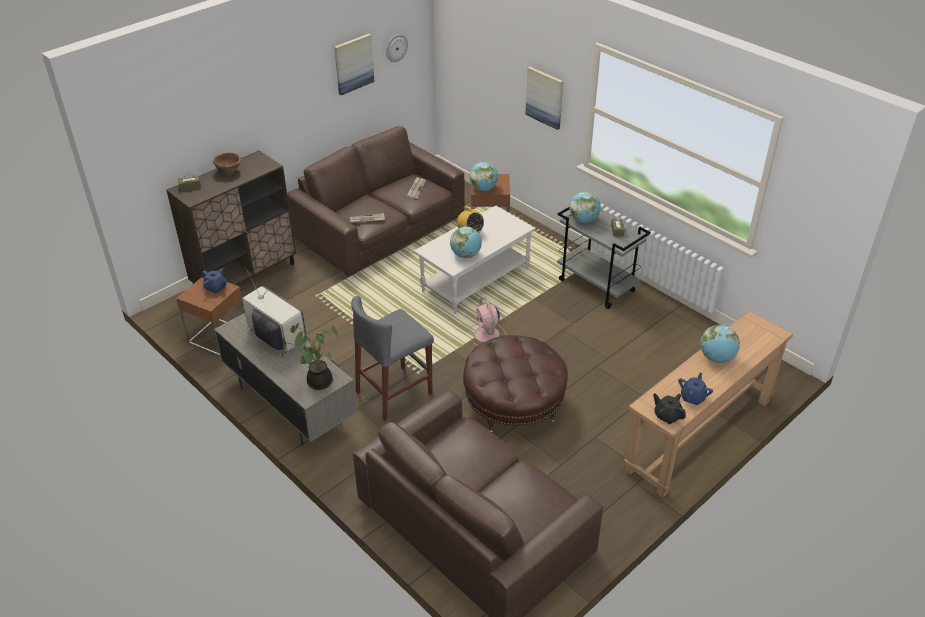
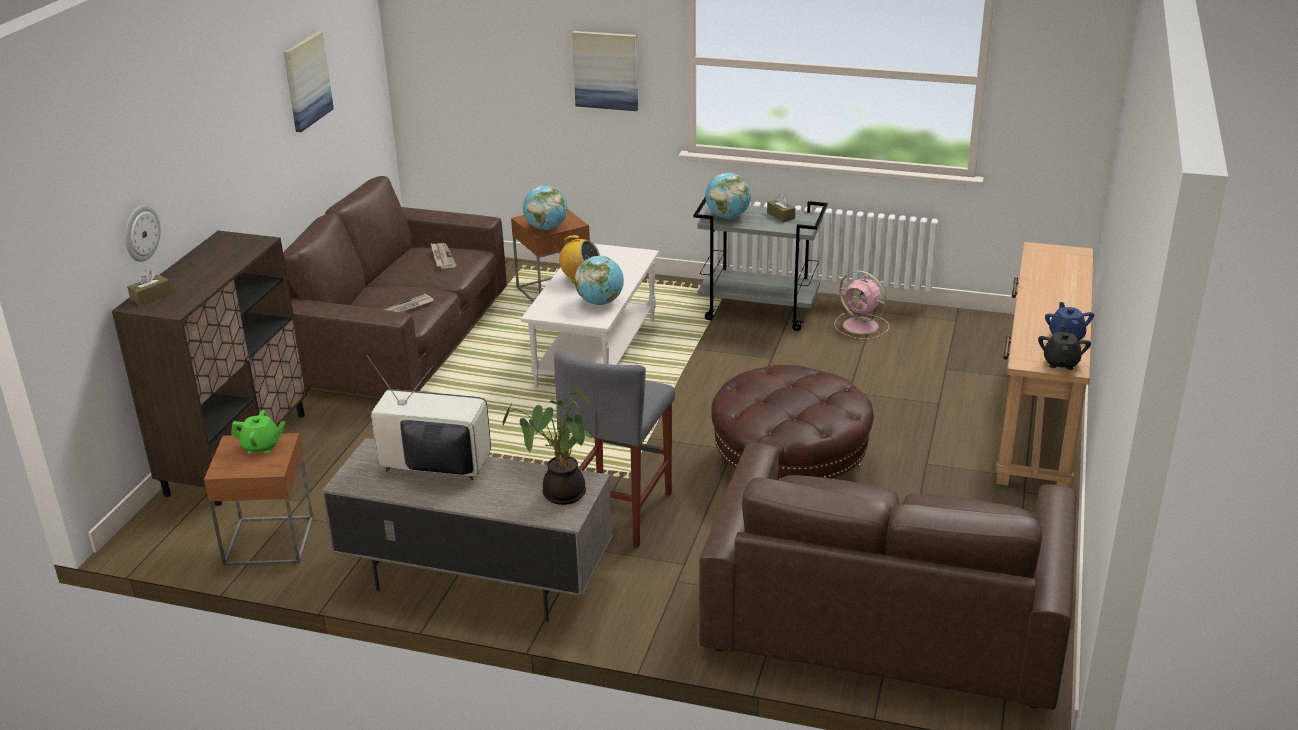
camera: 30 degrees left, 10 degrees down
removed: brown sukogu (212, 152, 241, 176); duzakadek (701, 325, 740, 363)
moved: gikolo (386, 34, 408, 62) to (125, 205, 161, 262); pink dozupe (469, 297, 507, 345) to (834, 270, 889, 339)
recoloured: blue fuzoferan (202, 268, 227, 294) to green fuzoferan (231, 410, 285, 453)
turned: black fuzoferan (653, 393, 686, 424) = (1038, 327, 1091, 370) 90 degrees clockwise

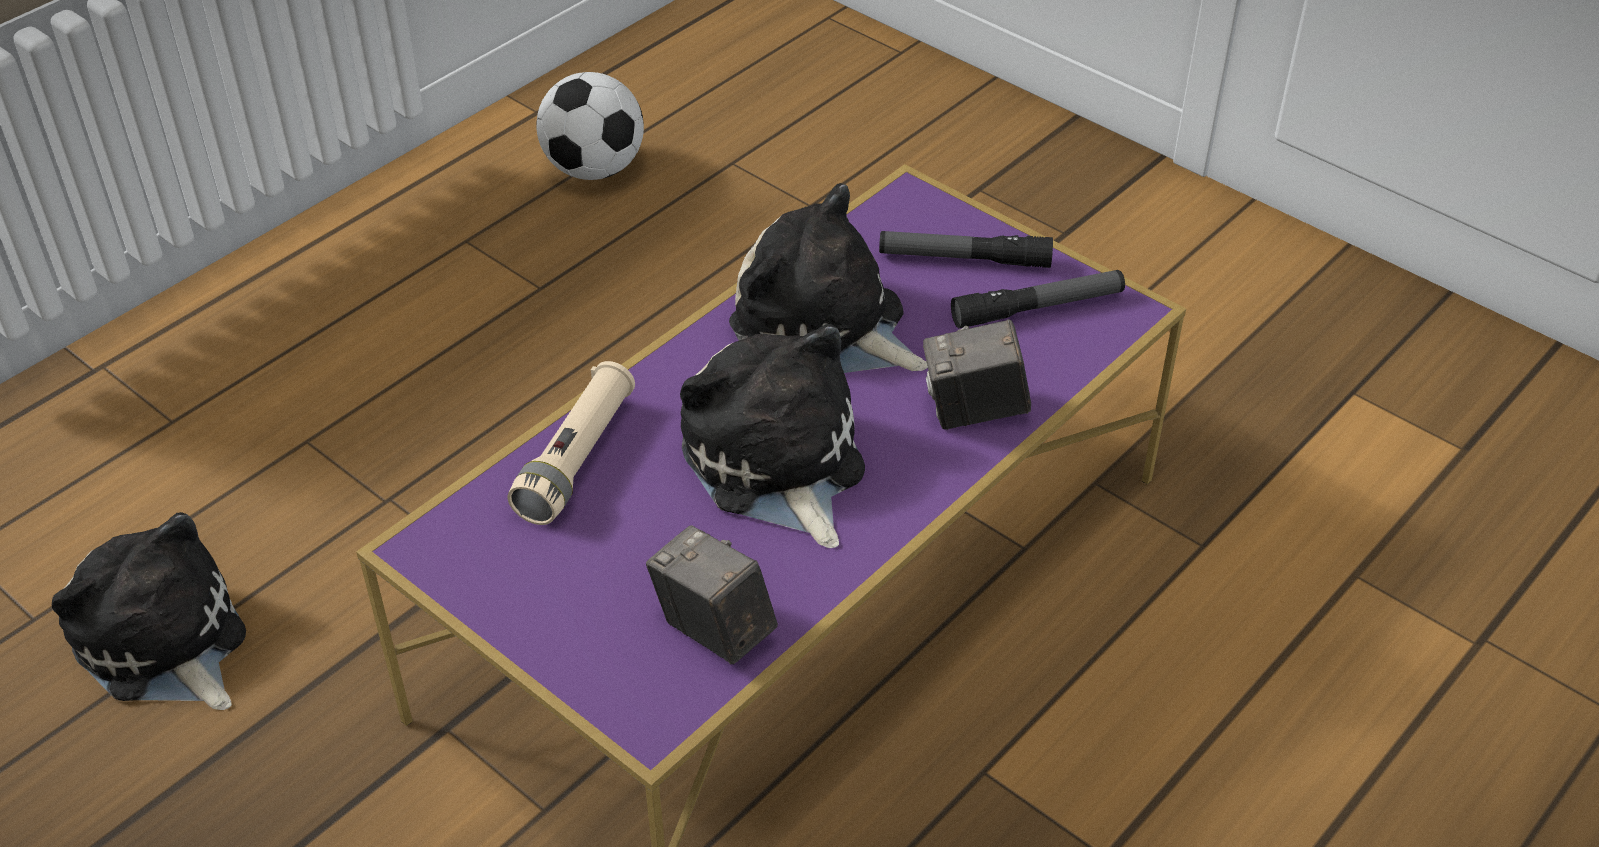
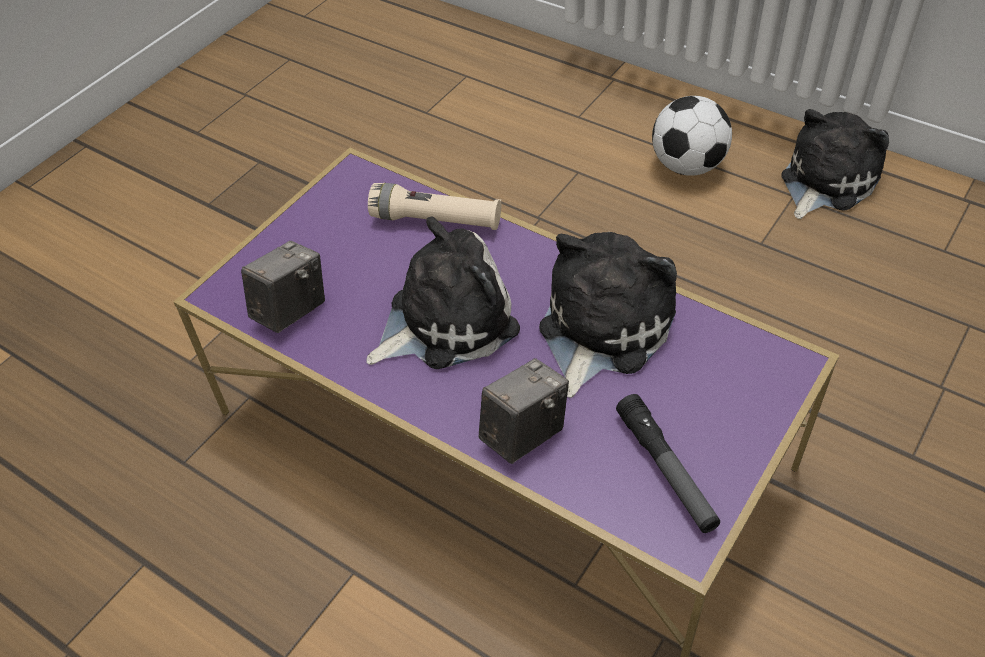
camera: 85 degrees right, 5 degrees up
removed: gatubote (879, 231, 1053, 268)
moved: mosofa (52, 512, 246, 710) to (781, 109, 889, 219); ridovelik (536, 72, 644, 180) to (652, 96, 732, 176)
turned: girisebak (923, 319, 1031, 430) = (479, 358, 569, 464) 60 degrees clockwise

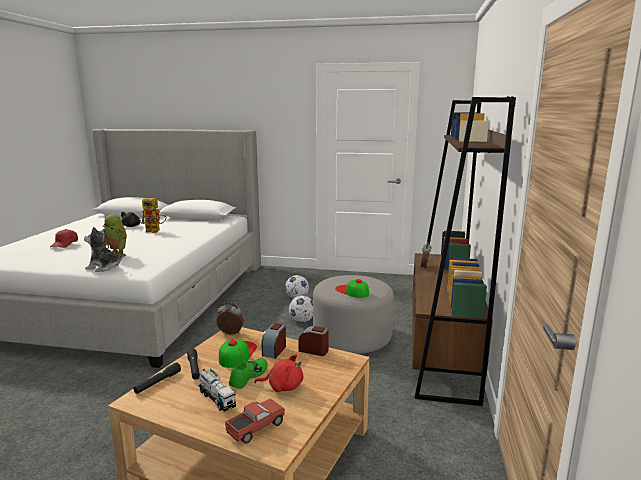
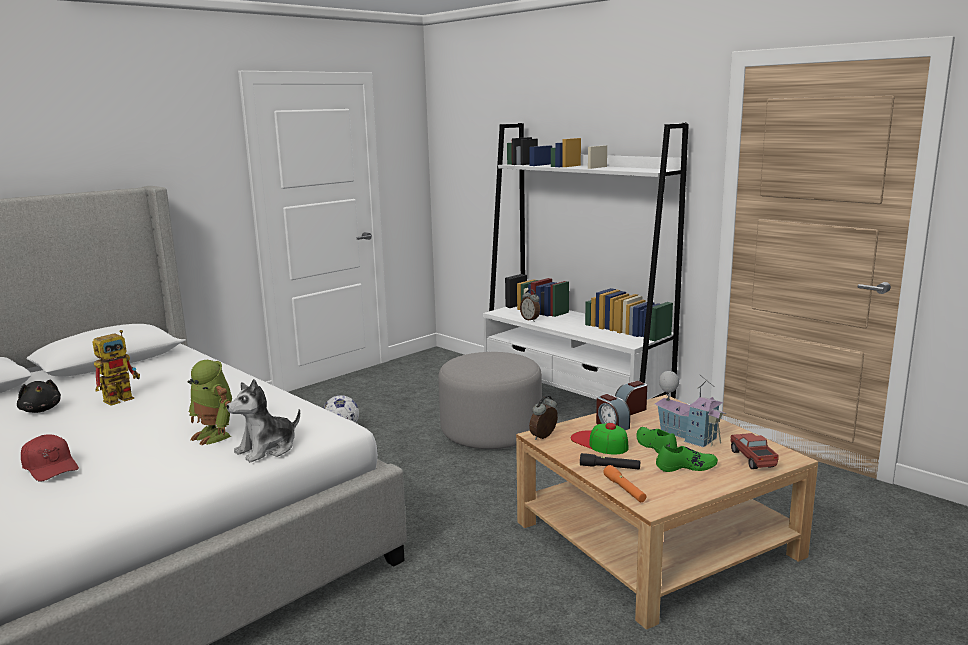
camera: 55 degrees left, 0 degrees up
removed: ridovelik (289, 295, 313, 322); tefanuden (335, 279, 369, 298)
replaced: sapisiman (198, 368, 236, 412) to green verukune (656, 446, 718, 472); red mosofa (254, 354, 303, 392) to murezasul (655, 371, 727, 448)
recoloured: black gatubote (133, 362, 181, 394) to orange gatubote (603, 465, 646, 502); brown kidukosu (413, 96, 516, 406) to white kidukosu (483, 122, 689, 400)
turned: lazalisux (103, 214, 127, 258) = (188, 360, 232, 445) 60 degrees clockwise

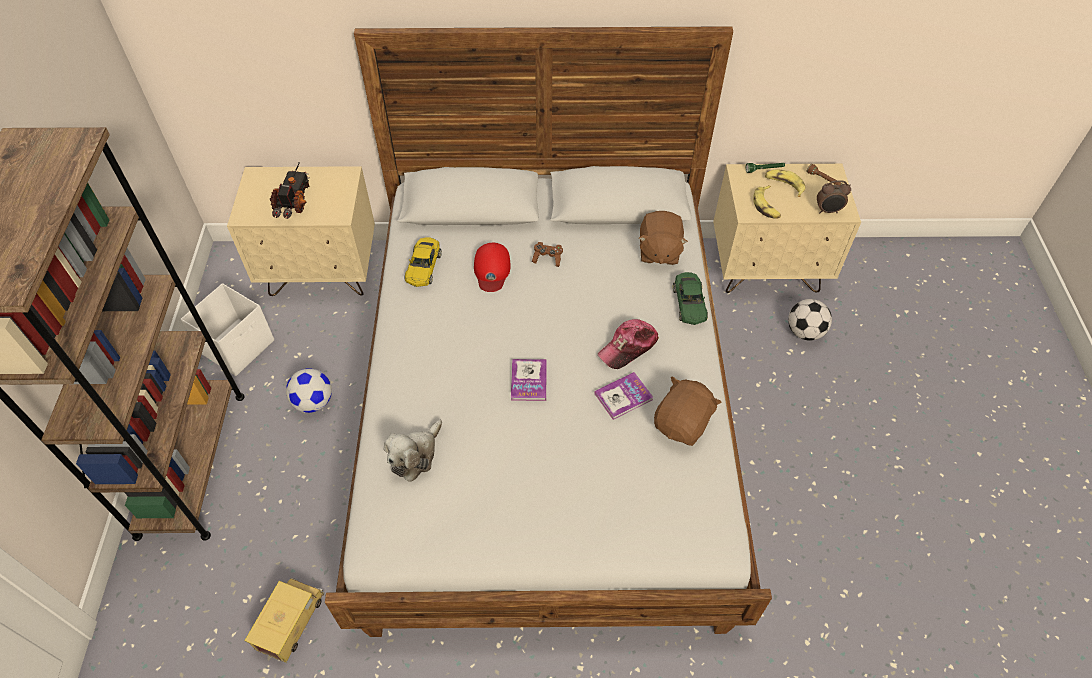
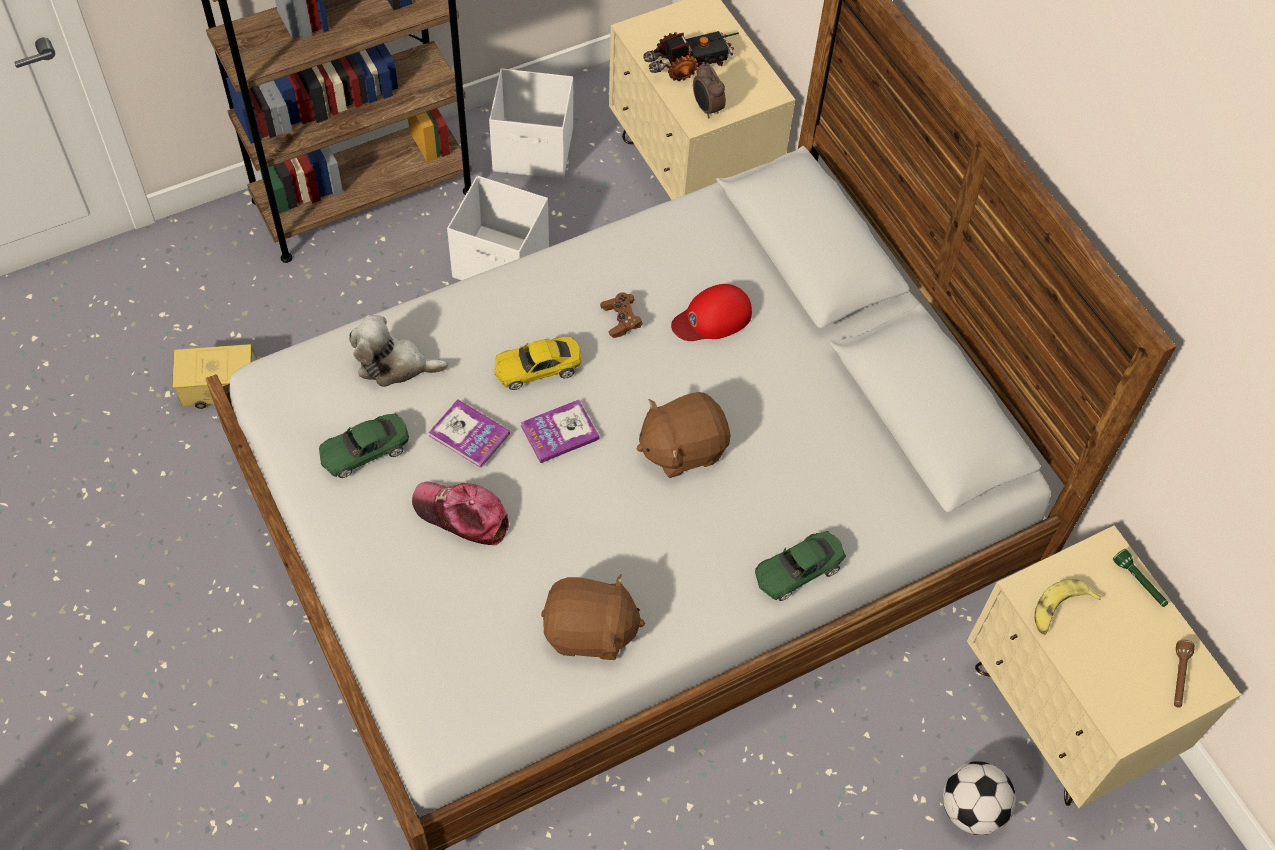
camera: 60 degrees right, 5 degrees up
removed: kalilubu (765, 170, 805, 197)
added: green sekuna (319, 414, 409, 478)
moved: yellow sekuna (405, 237, 442, 287) to (495, 337, 581, 390); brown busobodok (532, 242, 563, 267) to (600, 292, 643, 338); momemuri (594, 372, 653, 420) to (428, 399, 510, 468); tefanuden (598, 319, 659, 369) to (412, 482, 509, 545); brown mosofa (639, 211, 688, 265) to (637, 392, 731, 478); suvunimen (817, 180, 851, 213) to (693, 62, 726, 119)
replaced: ridovelik (286, 368, 332, 413) to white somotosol (447, 175, 549, 280)

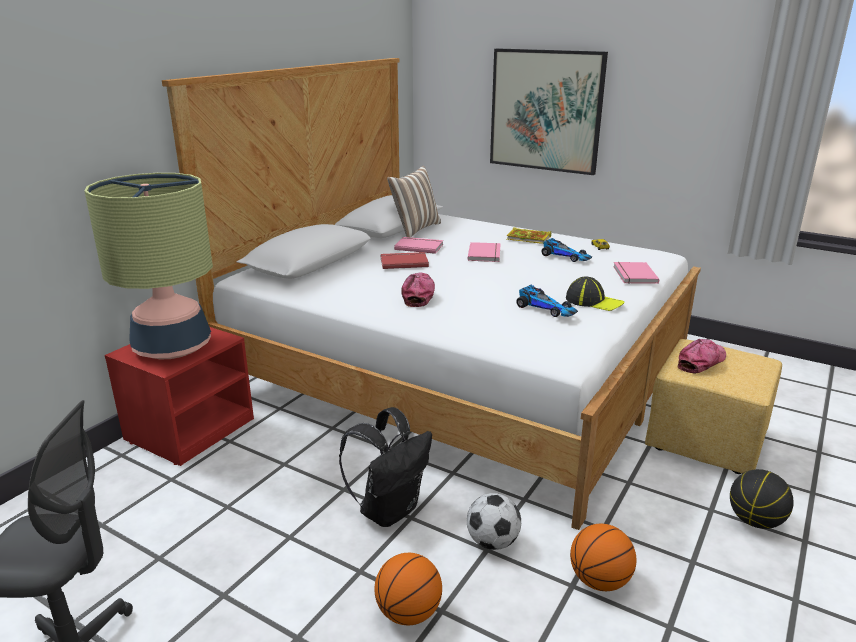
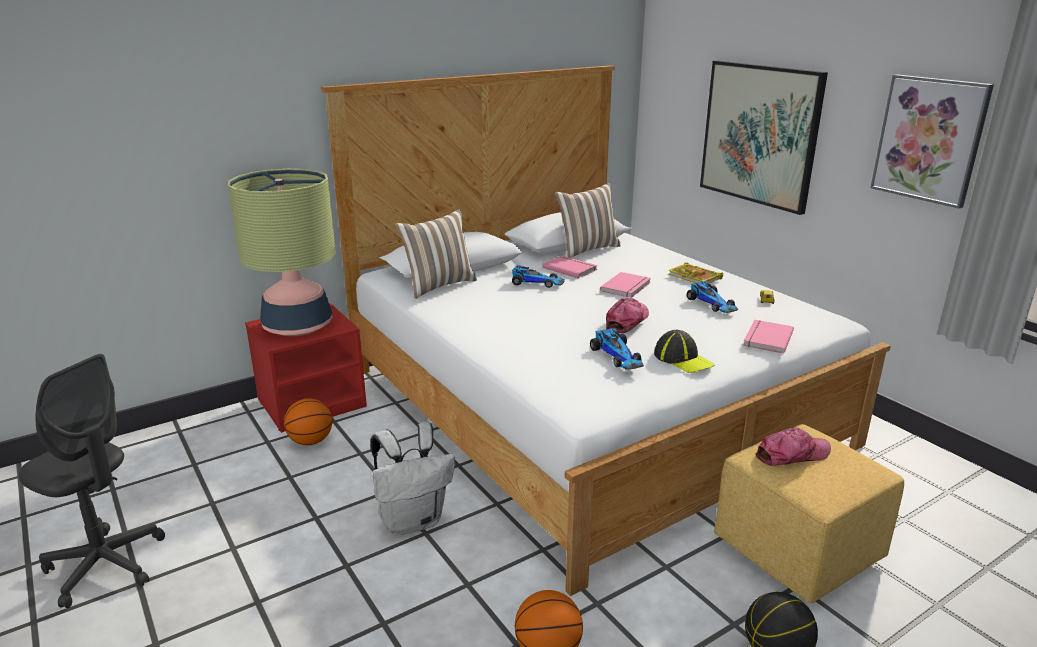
camera: 25 degrees right, 0 degrees up
removed: ridovelik (467, 493, 521, 550)
added: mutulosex (395, 209, 477, 299); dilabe (870, 75, 994, 208)
moved: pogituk (375, 553, 442, 625) to (284, 398, 332, 445); tefanuden (401, 273, 435, 307) to (606, 298, 649, 333)
replaced: red momemuri (381, 252, 429, 269) to sekuna (512, 265, 565, 288)
recoloured: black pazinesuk (339, 407, 432, 527) to white pazinesuk (370, 422, 455, 535)

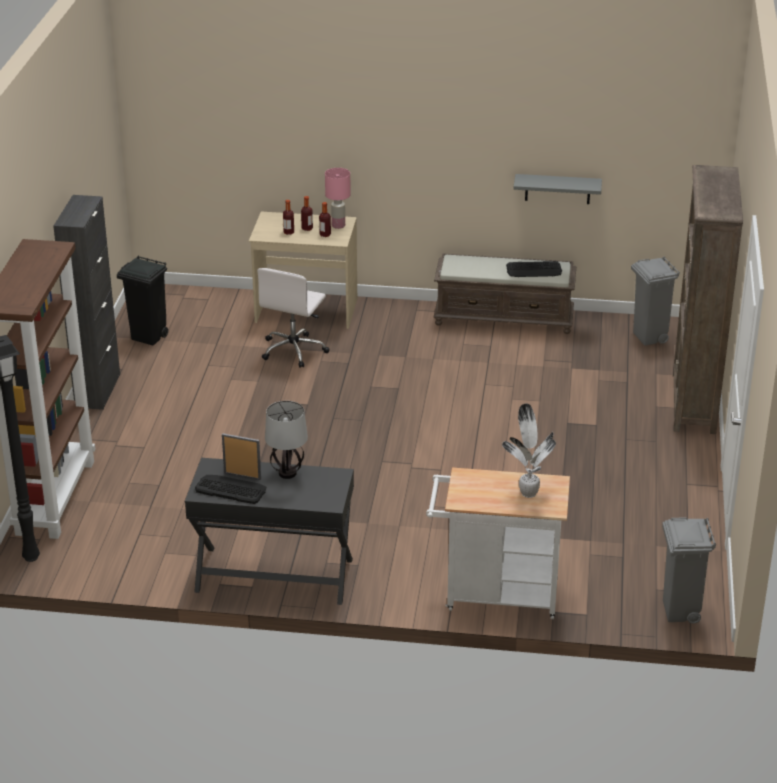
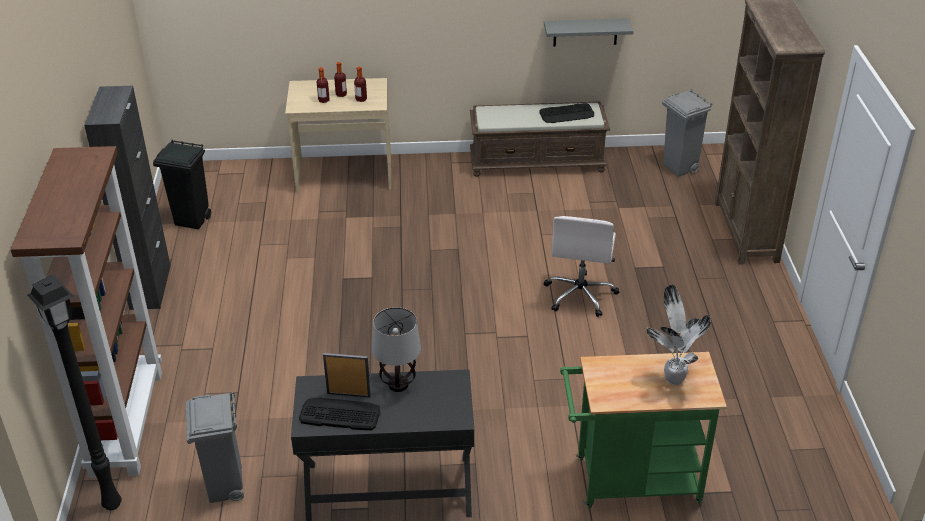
camera: 10 degrees left, 5 degrees up
removed: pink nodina (325, 168, 351, 229)
moved: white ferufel (257, 268, 330, 368) to (543, 216, 619, 317); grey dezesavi (662, 518, 716, 624) to (186, 392, 244, 503)
recoloured: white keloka (426, 467, 570, 619) to green keloka (560, 352, 727, 508)

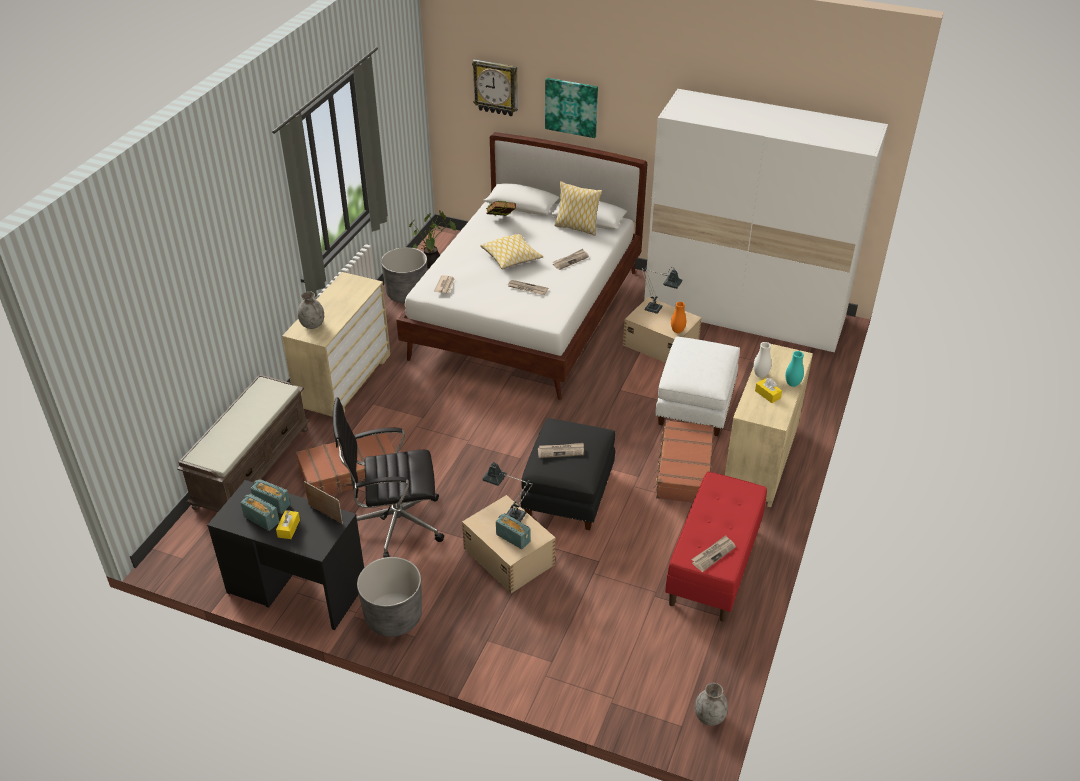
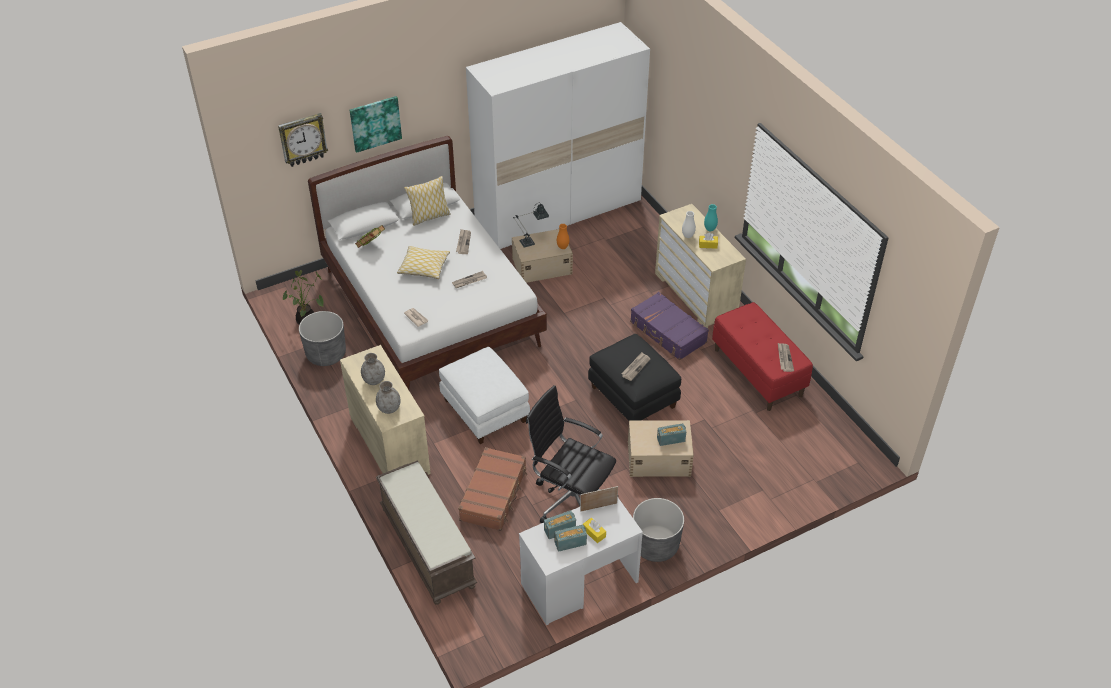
camera: 50 degrees left, 5 degrees up
removed: nodina (482, 462, 533, 522)
moved: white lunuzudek (655, 337, 740, 436) to (439, 347, 530, 444); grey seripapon (695, 683, 728, 726) to (361, 353, 385, 385)
recoloured: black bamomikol (207, 480, 364, 630) to white bamomikol (519, 498, 643, 625); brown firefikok (653, 420, 714, 503) to purple firefikok (630, 292, 709, 360)
turned: black ferufel (333, 398, 444, 558) = (526, 385, 616, 523) 90 degrees clockwise

